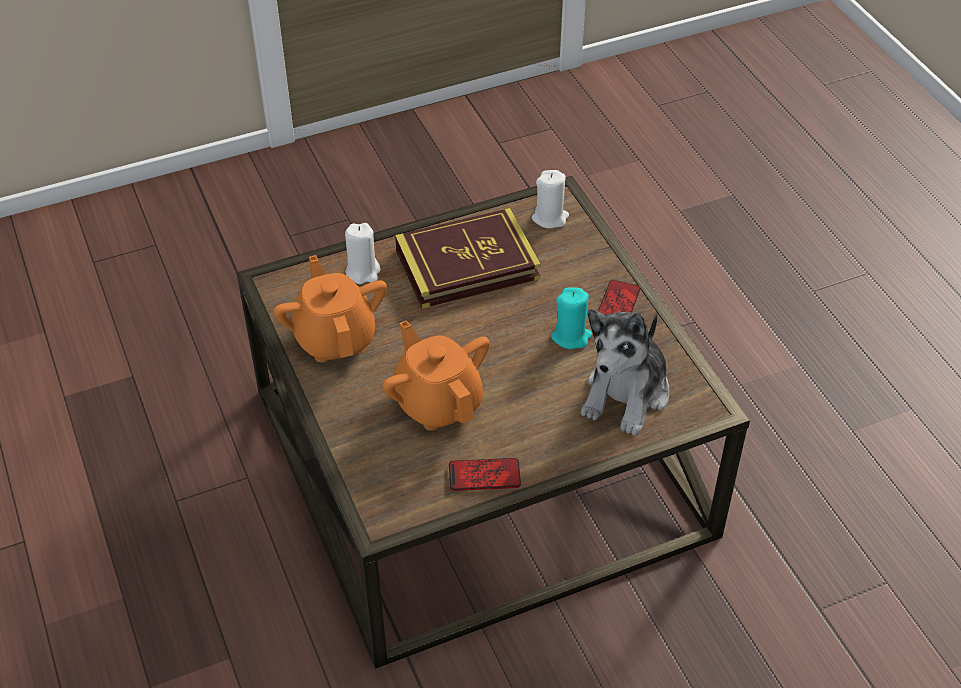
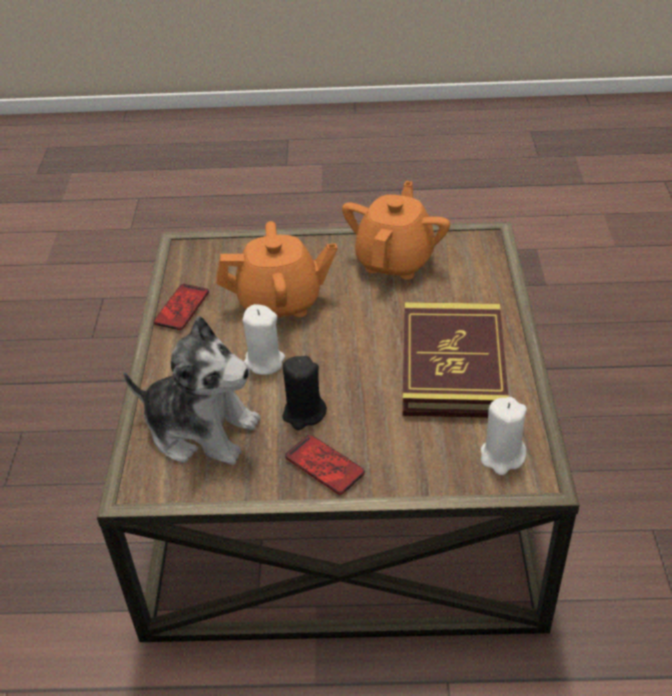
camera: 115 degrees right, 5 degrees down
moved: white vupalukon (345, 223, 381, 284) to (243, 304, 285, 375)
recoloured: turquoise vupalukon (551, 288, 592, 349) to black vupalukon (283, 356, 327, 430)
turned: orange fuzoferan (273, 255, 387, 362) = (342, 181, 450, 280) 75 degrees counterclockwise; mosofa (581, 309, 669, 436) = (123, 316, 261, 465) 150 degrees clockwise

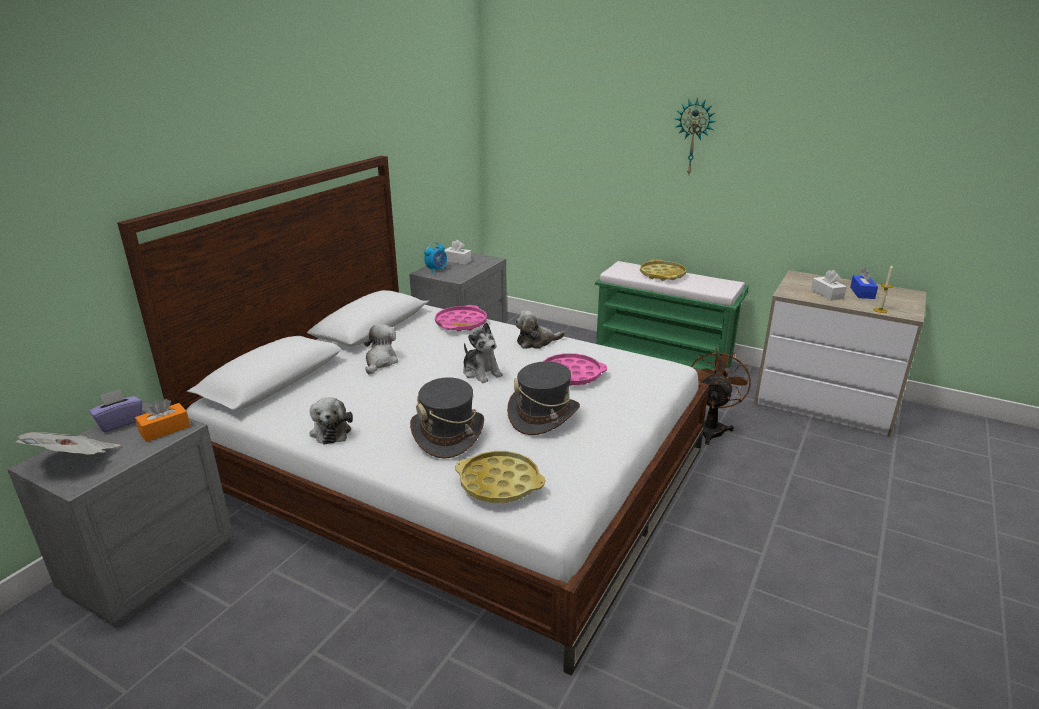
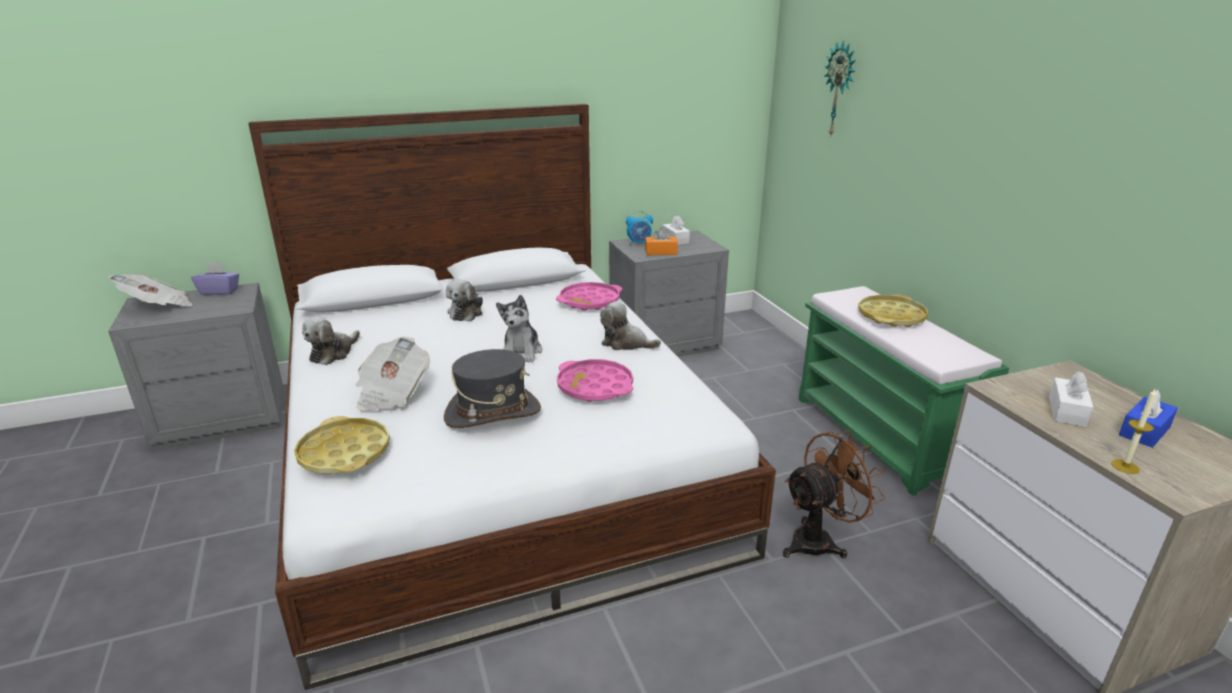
camera: 40 degrees right, 0 degrees up
moved: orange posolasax (135, 399, 190, 442) to (645, 227, 678, 255); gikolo (675, 98, 716, 174) to (824, 41, 856, 137)
replaced: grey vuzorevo (410, 377, 484, 459) to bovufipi (356, 337, 430, 411)
turned: mosofa (364, 324, 398, 374) = (446, 280, 483, 321) 135 degrees clockwise

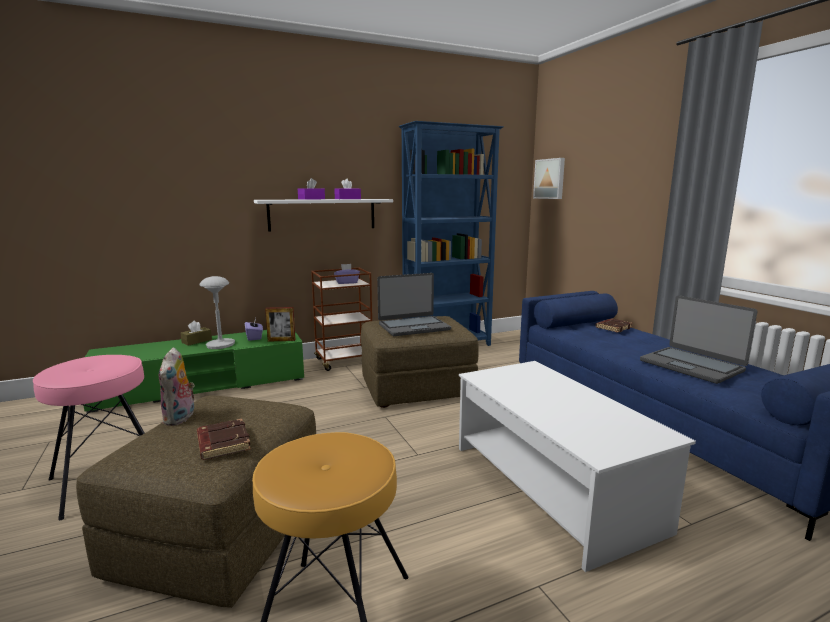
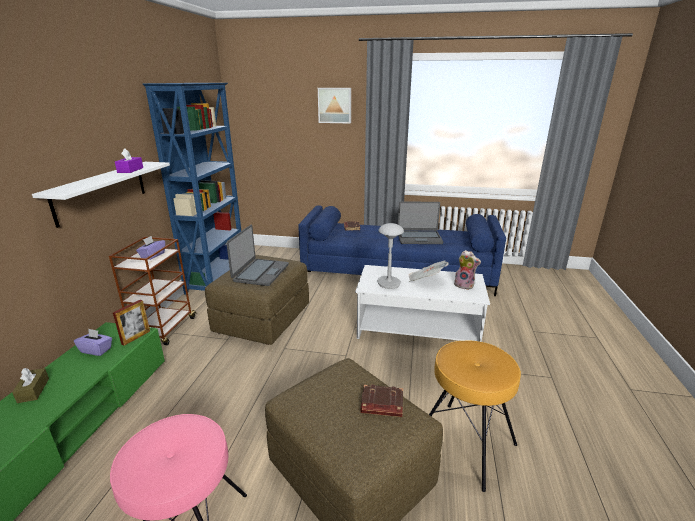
camera: 55 degrees left, 10 degrees up
removed: purple posolasax (298, 178, 325, 200)
added: bovufipi (409, 261, 448, 282)
moved: mosofa (159, 347, 195, 426) to (454, 250, 481, 290); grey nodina (200, 276, 235, 349) to (377, 223, 404, 289); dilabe (533, 158, 565, 199) to (318, 88, 351, 124)

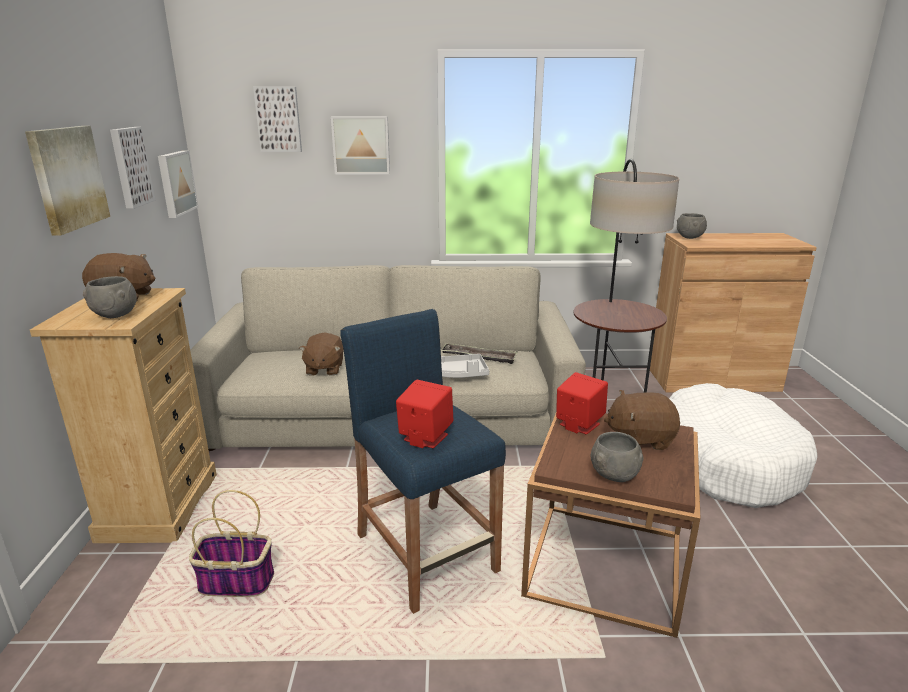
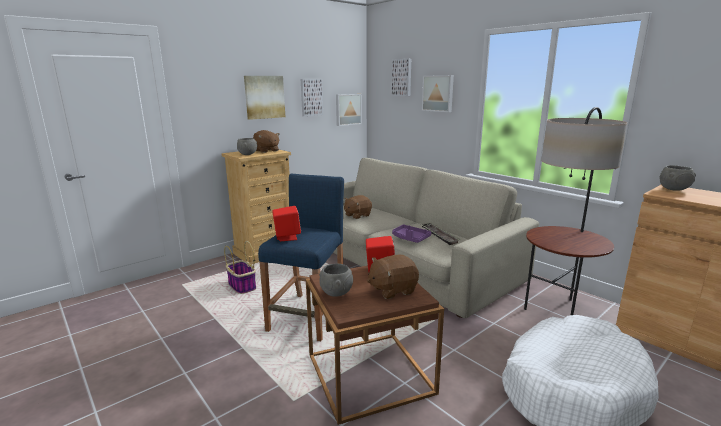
camera: 50 degrees right, 5 degrees down
recoloured: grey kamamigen (441, 354, 489, 378) to purple kamamigen (392, 225, 431, 243)
turned: brown mosofa (604, 390, 680, 450) = (367, 255, 419, 299) 75 degrees counterclockwise

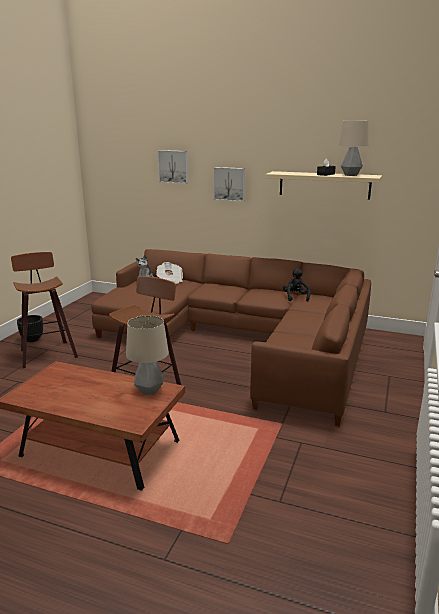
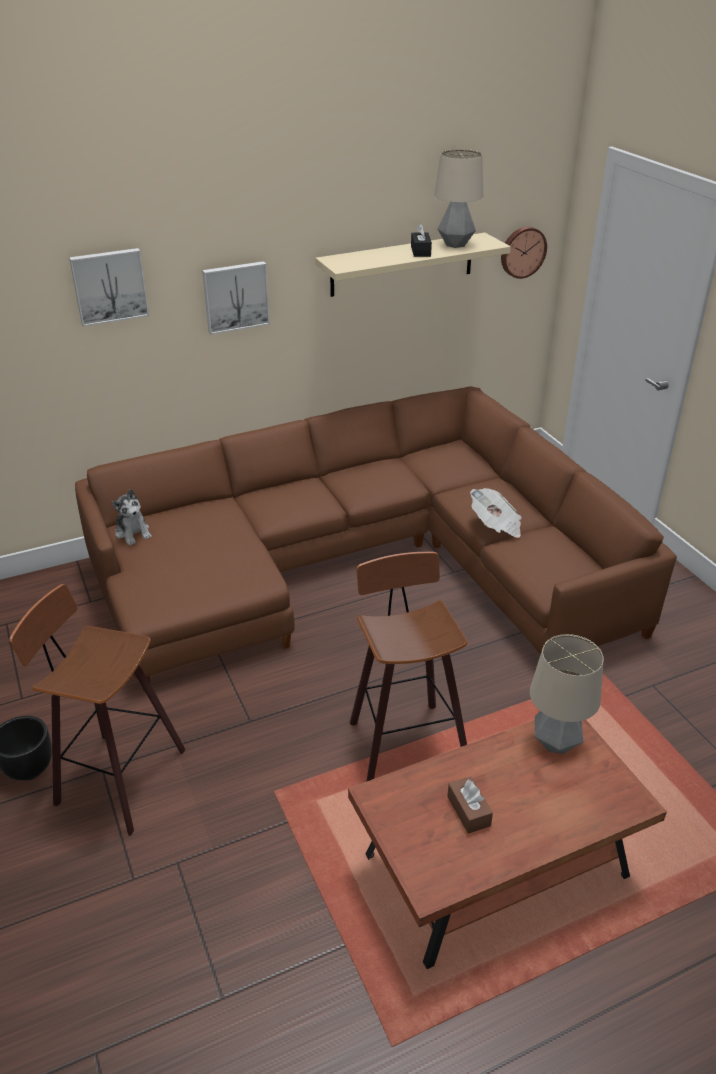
camera: 45 degrees left, 15 degrees up
removed: black mosofa (283, 268, 310, 301)
added: brown posolasax (447, 777, 493, 834); gikolo (501, 227, 547, 279)
moved: bovufipi (156, 262, 183, 284) to (470, 488, 522, 538)

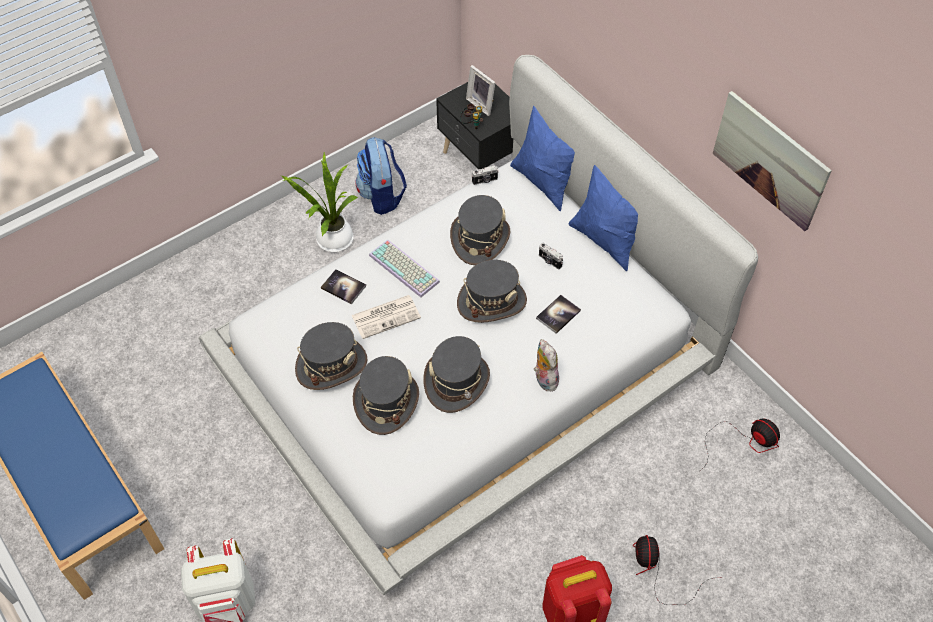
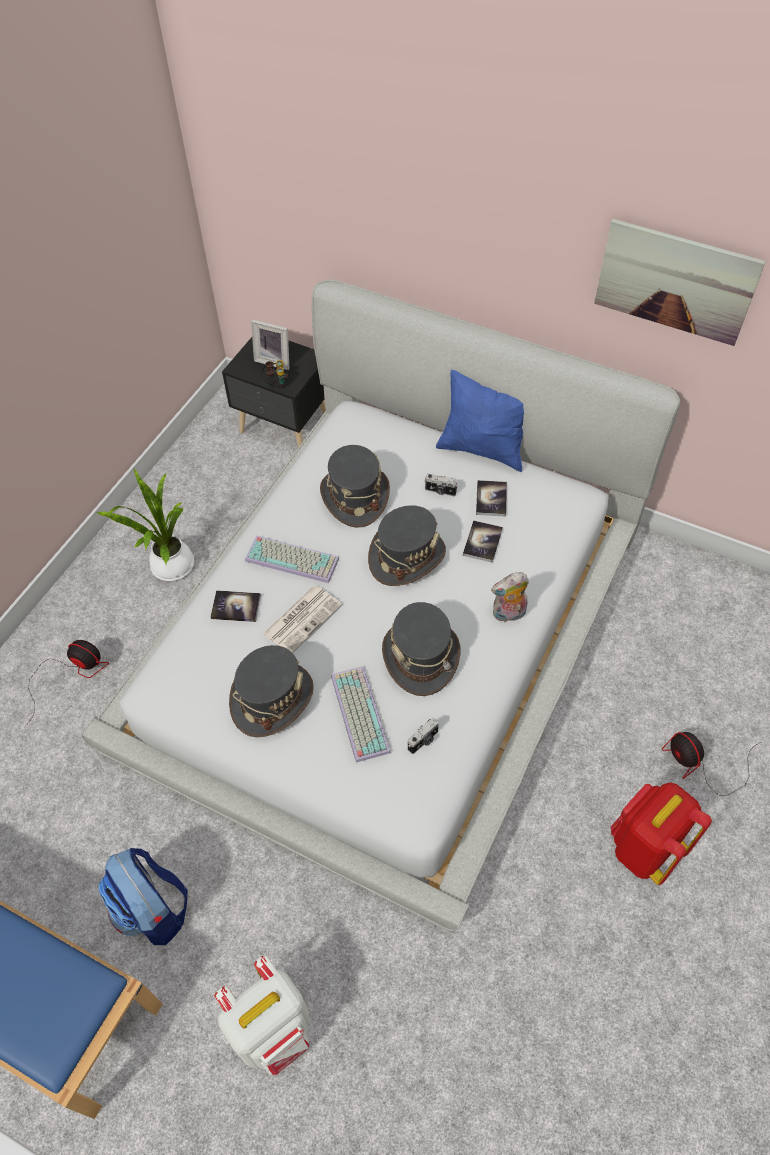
camera: 25 degrees left, 0 degrees up
removed: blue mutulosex (510, 106, 575, 211)
added: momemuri (476, 480, 507, 517)
moved: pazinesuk (355, 137, 407, 215) to (98, 848, 188, 945); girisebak (472, 166, 499, 185) to (408, 718, 439, 754); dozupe (701, 418, 780, 470) to (28, 640, 109, 723)
replaced: grey vuzorevo (353, 356, 419, 435) to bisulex (331, 666, 391, 762)
turned: mosofa (534, 339, 559, 391) = (491, 572, 529, 623) 60 degrees counterclockwise

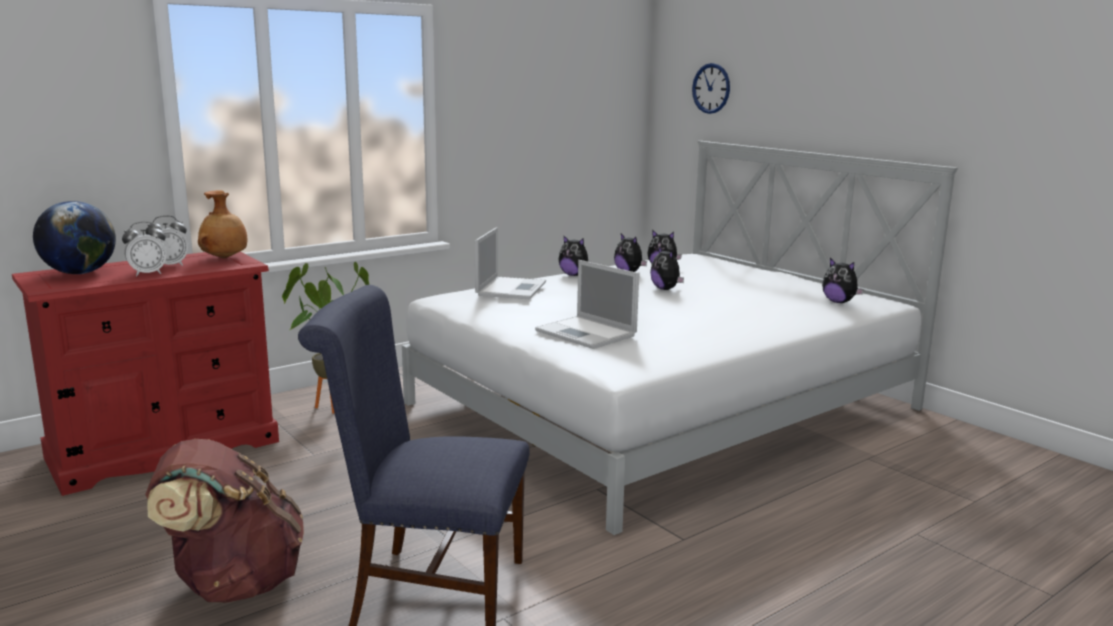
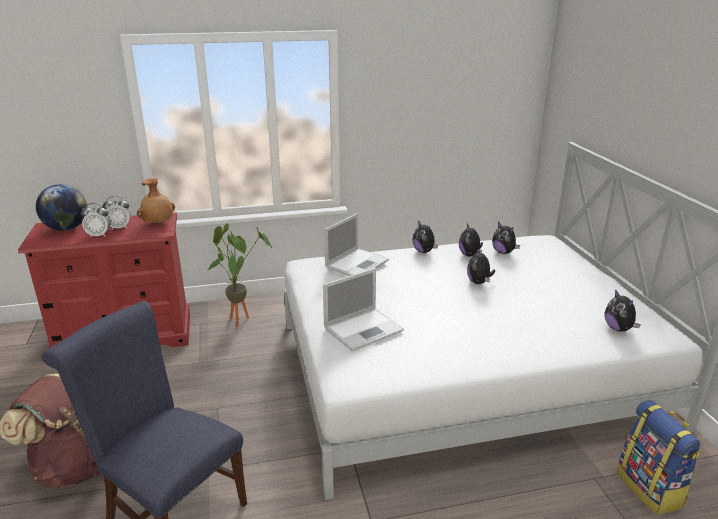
camera: 25 degrees right, 10 degrees up
removed: gikolo (692, 63, 730, 114)
added: pazinesuk (617, 400, 701, 515)
turned: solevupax (535, 260, 639, 349) = (323, 268, 404, 351) 105 degrees counterclockwise

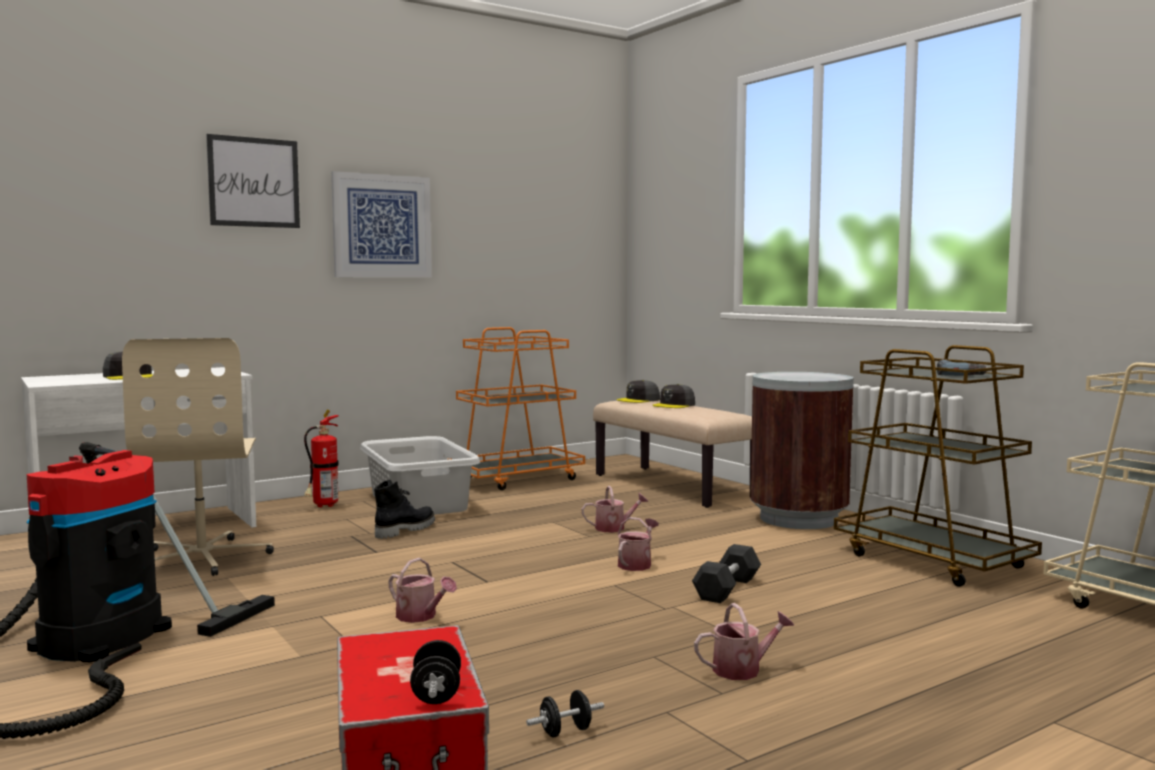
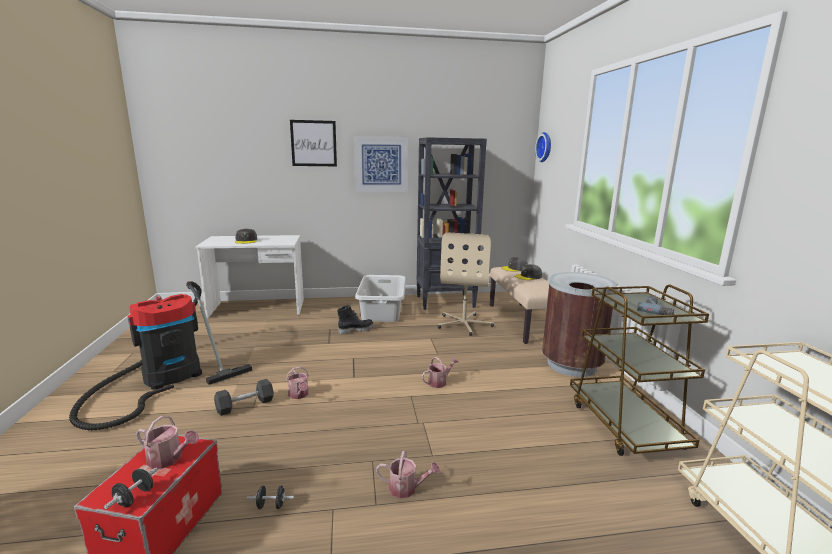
camera: 25 degrees right, 10 degrees up
removed: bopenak (304, 409, 339, 507)
added: gikolo (535, 132, 551, 162)
moved: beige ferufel (122, 338, 274, 576) to (438, 232, 494, 336); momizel (582, 486, 648, 532) to (136, 416, 199, 469); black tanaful (692, 544, 761, 603) to (214, 379, 274, 416)
replaced: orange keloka (447, 327, 585, 490) to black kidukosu (417, 137, 487, 310)

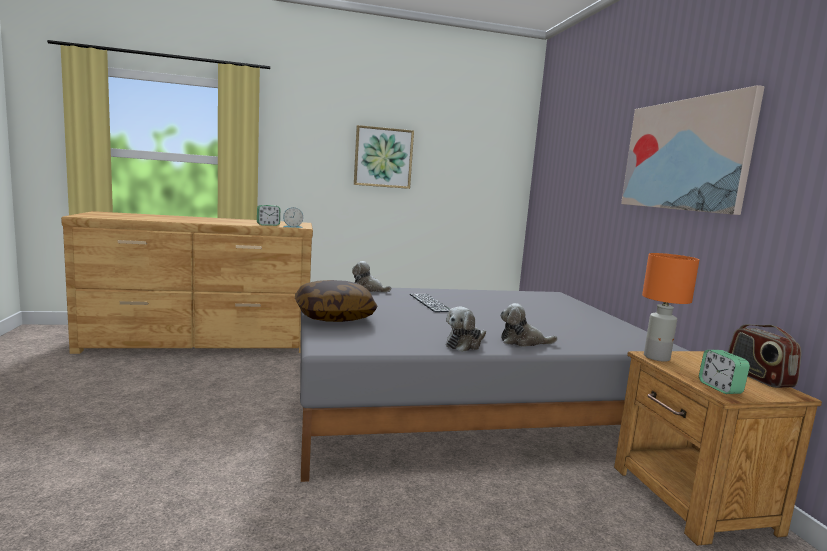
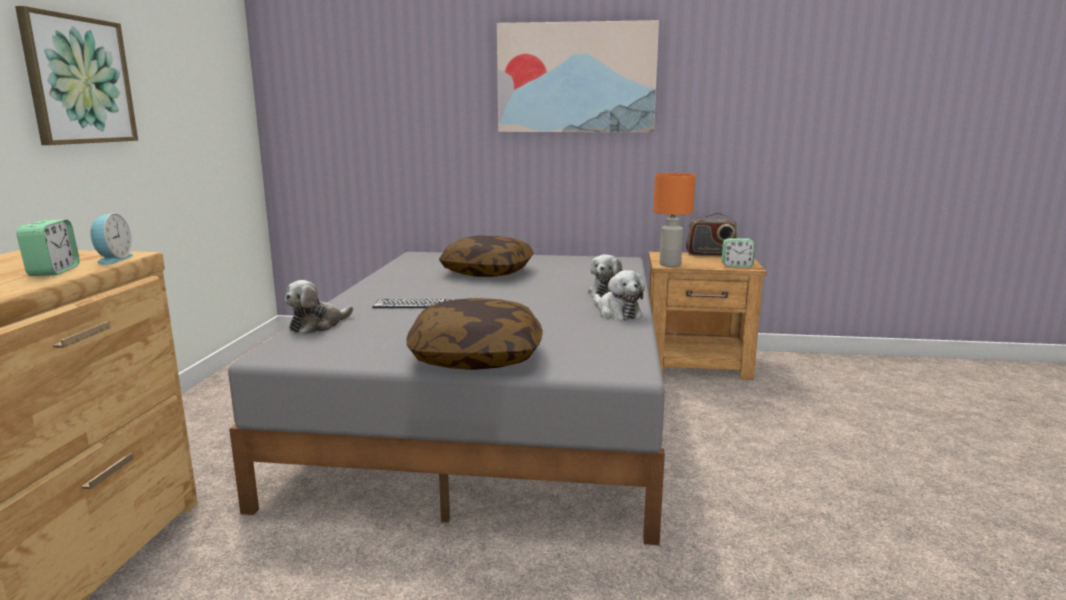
camera: 70 degrees left, 5 degrees up
added: mutulosex (439, 235, 534, 277)

